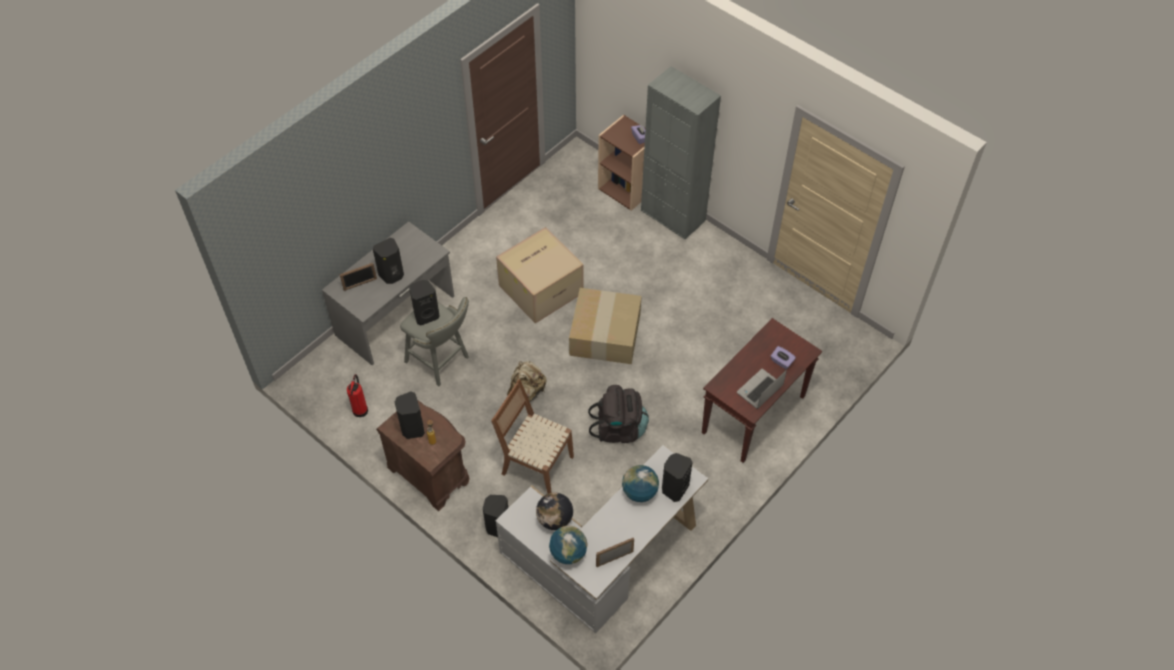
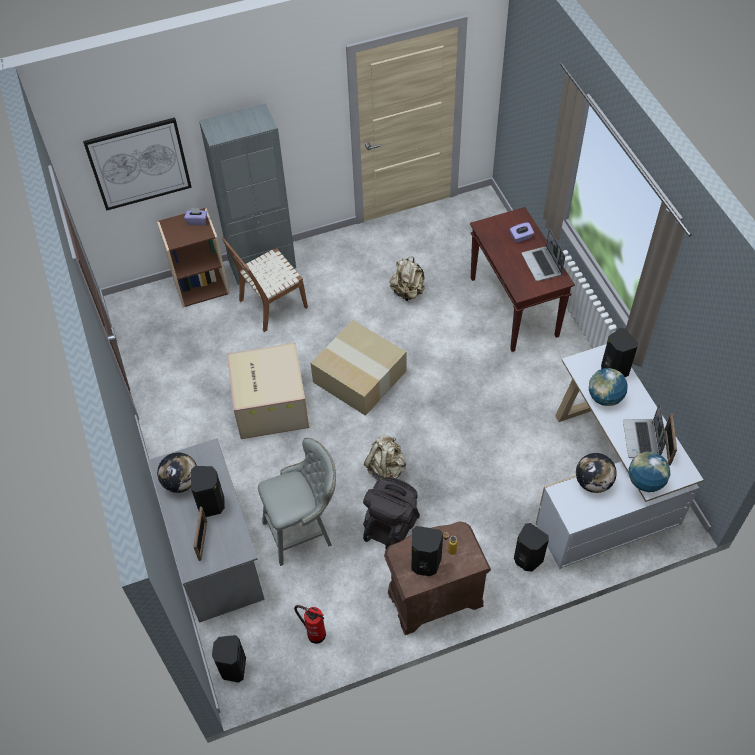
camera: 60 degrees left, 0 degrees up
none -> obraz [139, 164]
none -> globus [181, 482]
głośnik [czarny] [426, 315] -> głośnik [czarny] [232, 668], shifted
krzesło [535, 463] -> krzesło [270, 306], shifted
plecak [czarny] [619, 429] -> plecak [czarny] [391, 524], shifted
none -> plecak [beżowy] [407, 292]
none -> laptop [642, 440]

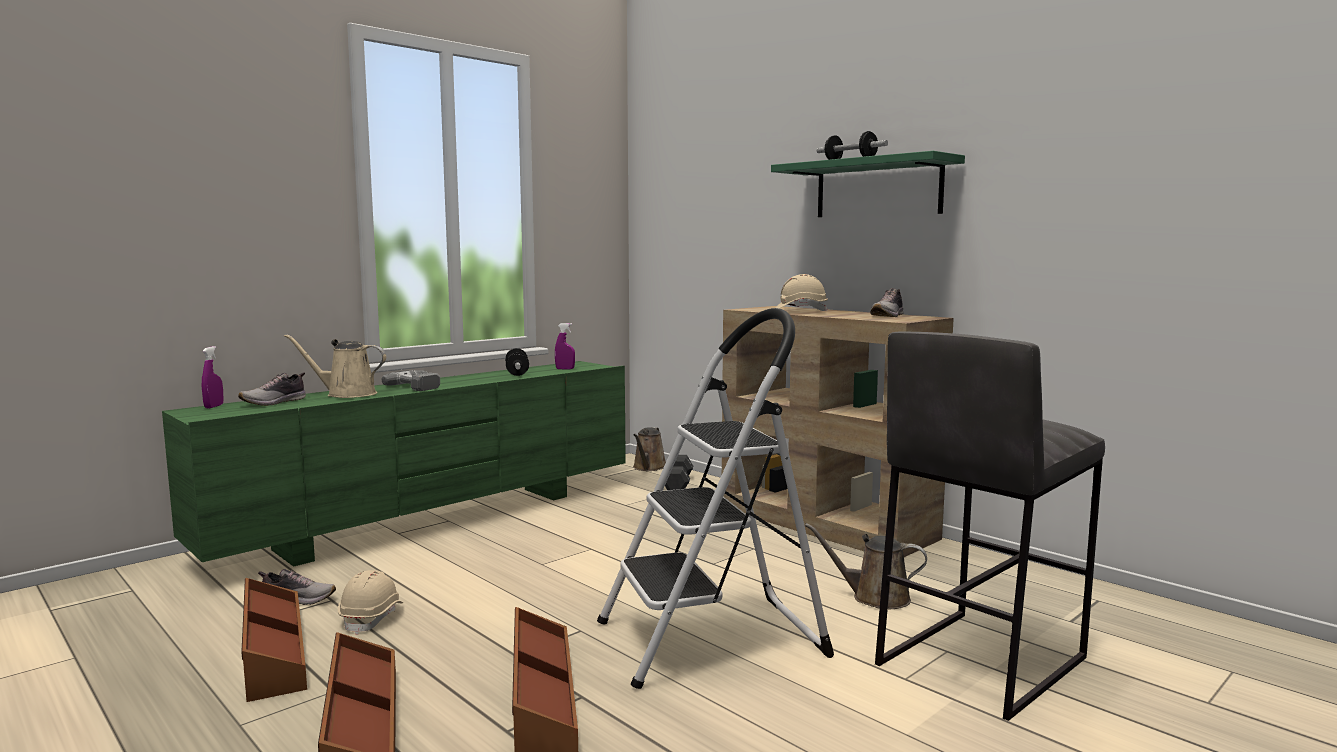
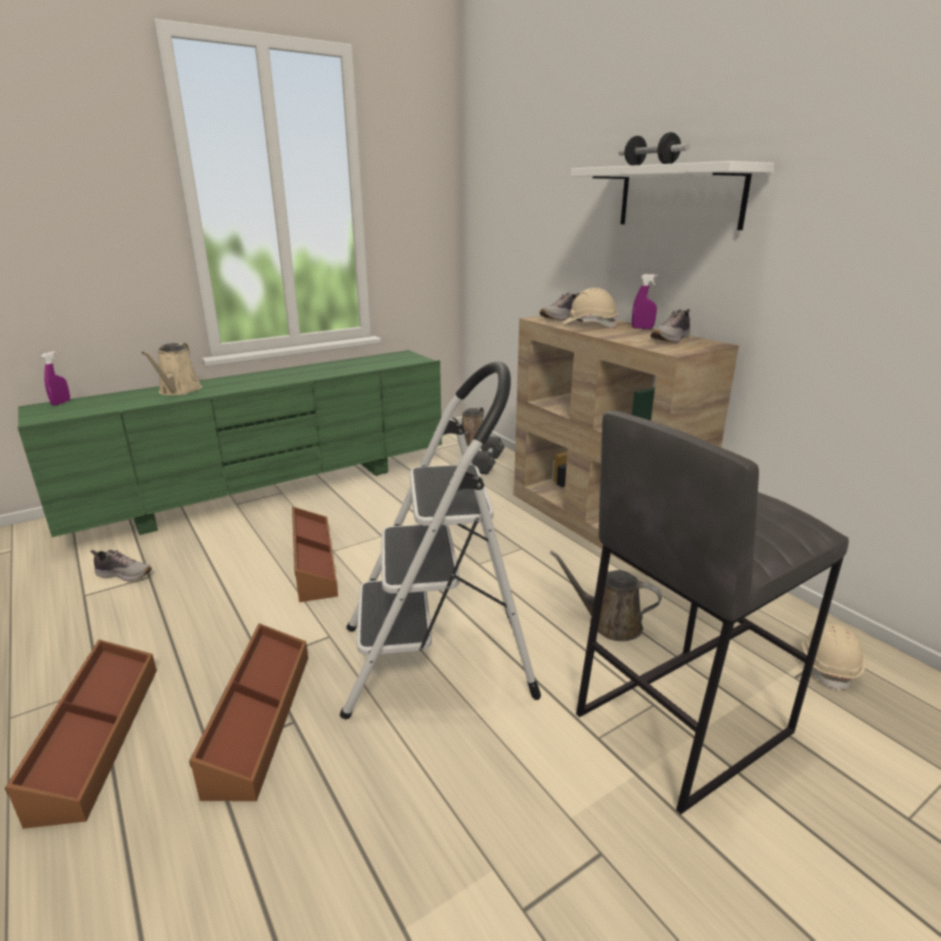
camera: 10 degrees right, 15 degrees up
konewka [beżowy] [346, 394] -> konewka [beżowy] [178, 391], 105 degrees counterclockwise
pojemnik do przechowywania [brązowy] [272, 652] -> pojemnik do przechowywania [brązowy] [313, 563], shifted
but [275, 402] -> but [561, 318], shifted
półka [zielony] [878, 189] -> półka [biały] [680, 197]
spryskiwacz [fioletowy] [565, 369] -> spryskiwacz [fioletowy] [642, 328], shifted
kask [beżowy] [372, 617] -> kask [beżowy] [828, 666], shifted
wiertarka [420, 386] -> none
hantel [517, 373] -> none

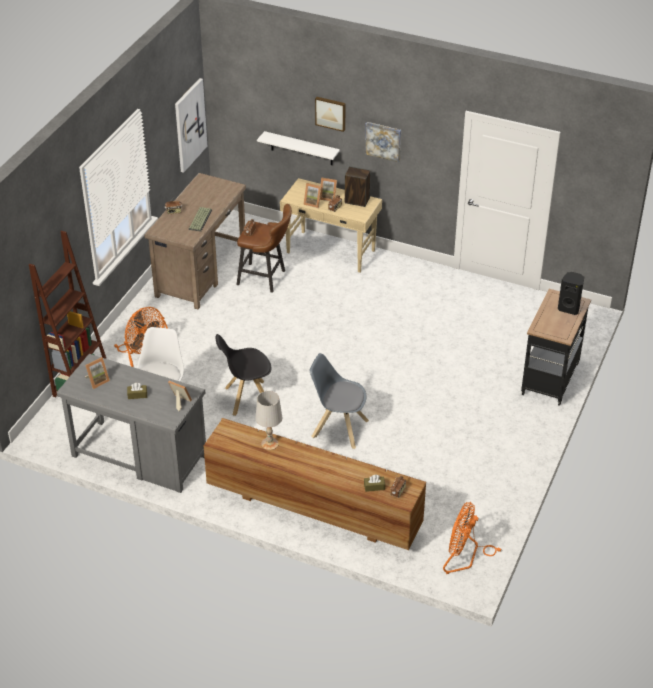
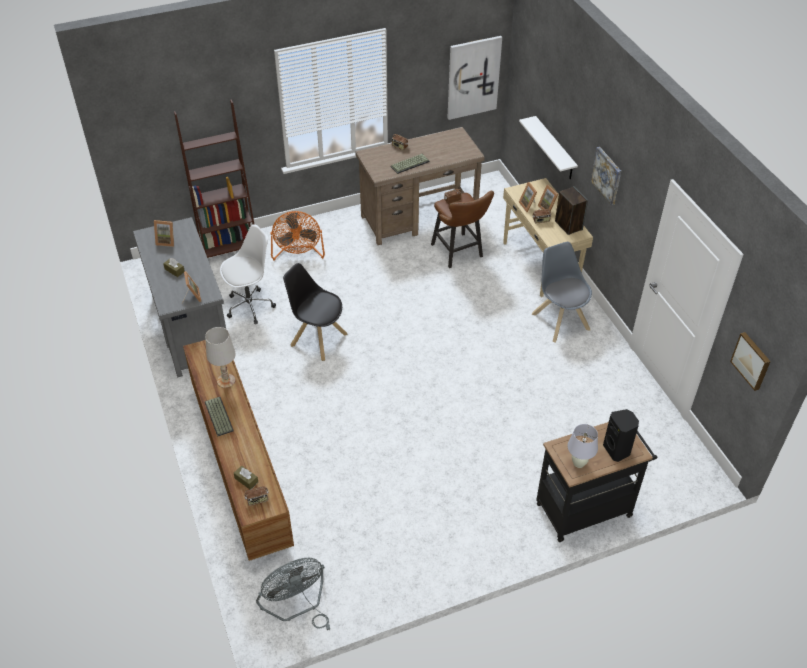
camera: 45 degrees right, 5 degrees up
none -> klawiatura [218, 416]
wentylator [pomarańczowy] [466, 552] -> wentylator [szary] [300, 605]
krzesło [szary] [338, 428] -> krzesło [szary] [559, 320], shifted
none -> lampa stołowa [biały] [579, 463]
obraz [331, 113] -> obraz [752, 360], shifted

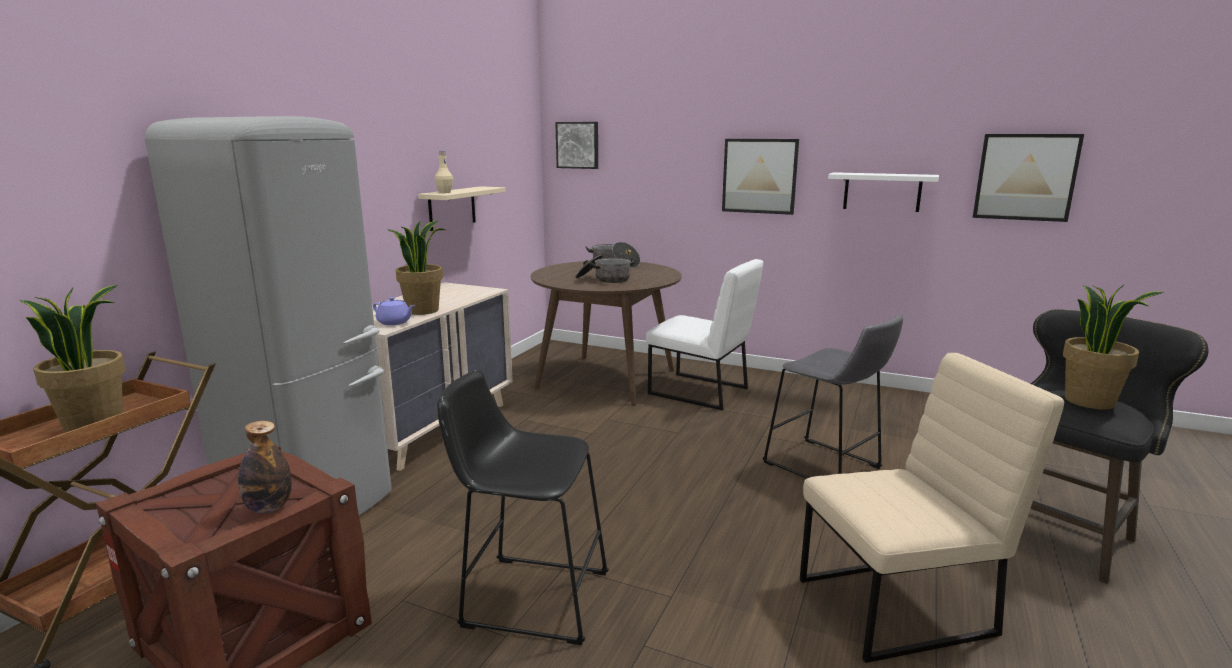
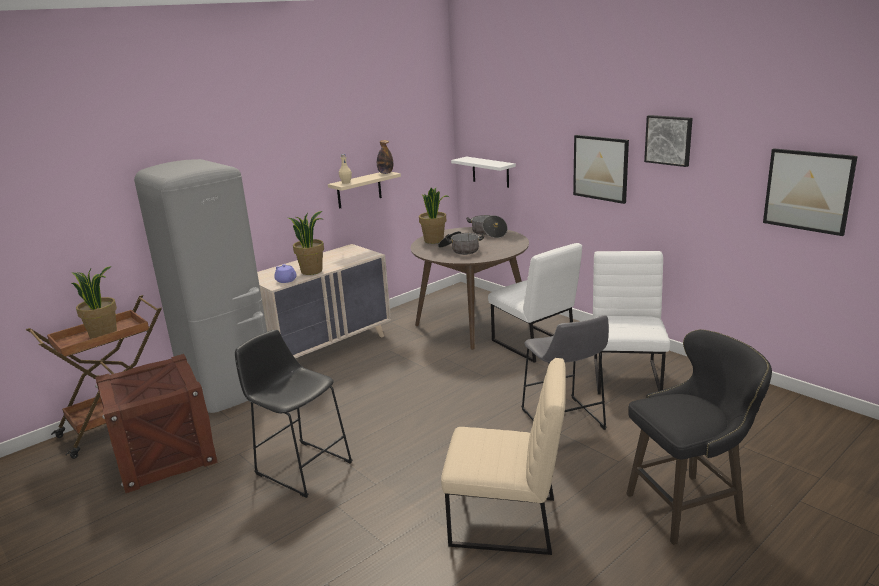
camera: 25 degrees right, 5 degrees up
butelka [269, 507] -> butelka [385, 173], shifted
roślina doniczkowa [1090, 401] -> roślina doniczkowa [434, 240], shifted
półka [biały] [882, 192] -> półka [biały] [490, 172], shifted
none -> krzesło [biały] [626, 375]
obraz [578, 145] -> obraz [669, 140], shifted

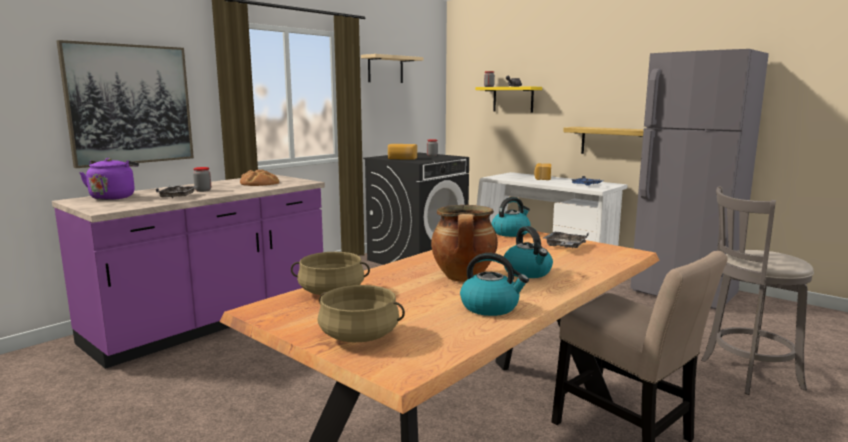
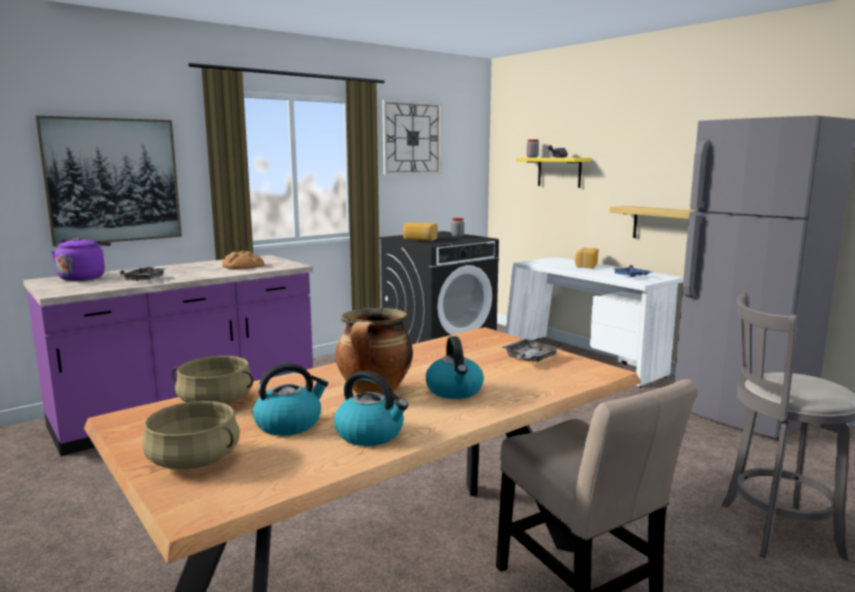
camera: 10 degrees right, 0 degrees up
czajnik [511, 233] -> czajnik [289, 424], shifted
półka [beżowy] [385, 69] -> zegar ścienny [412, 138]
słoik [203, 190] -> none

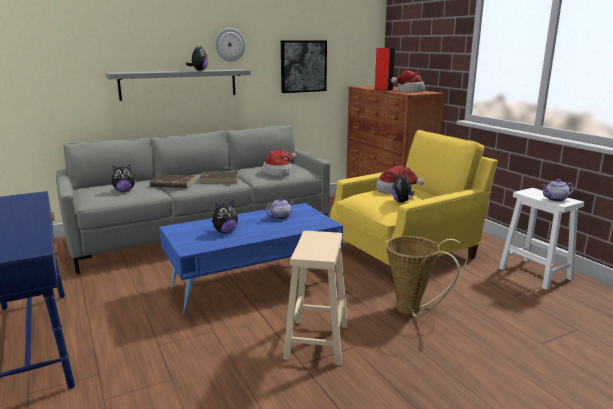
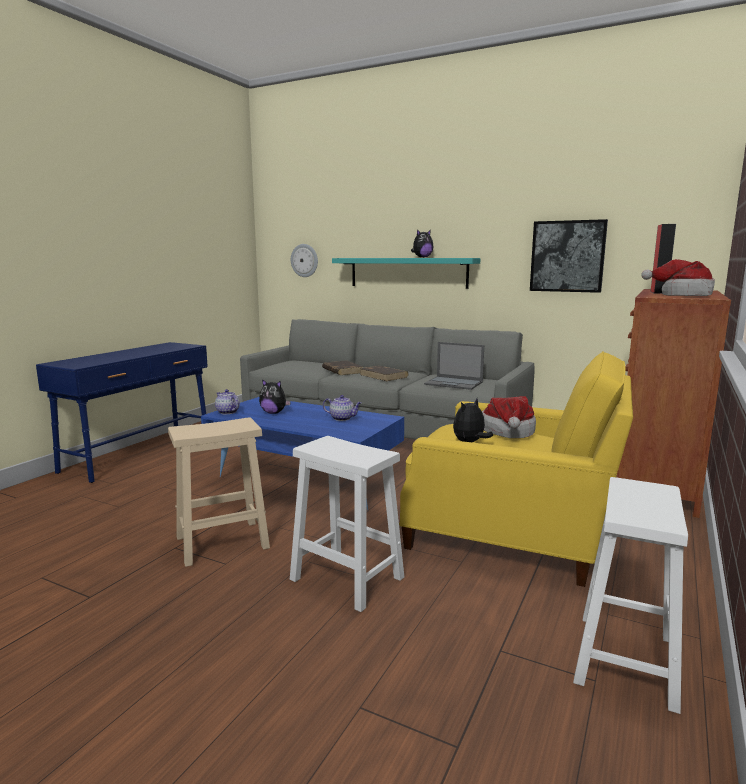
camera: 55 degrees right, 5 degrees down
imbryk [555, 199] -> imbryk [227, 412], shifted
koszyk [414, 311] -> stołek [biały] [345, 578]
zegar ścienny [230, 44] -> zegar ścienny [304, 260], shifted
półka [szary] [179, 84] -> półka [turkusowy] [408, 272]
kapelusz [279, 172] -> laptop [454, 383]
pluszak [124, 191] -> none

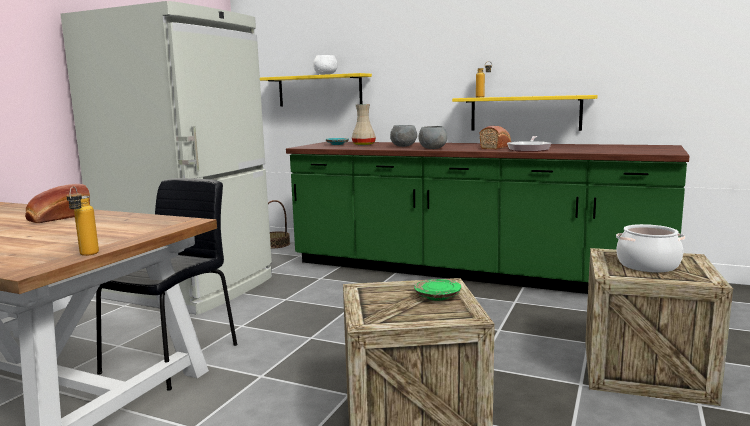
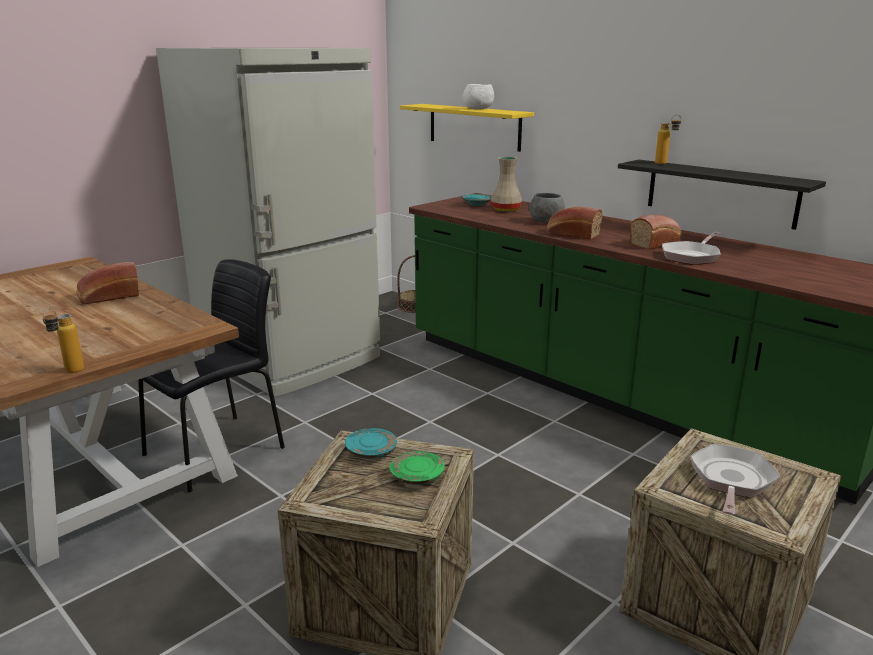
camera: 20 degrees right, 10 degrees up
none -> talerz [turkusowy] [371, 451]
miska [szary] [432, 148] -> chleb [571, 234]
półka [żółty] [525, 113] -> półka [czarny] [720, 193]
garnek [647, 265] -> patelnia [731, 481]

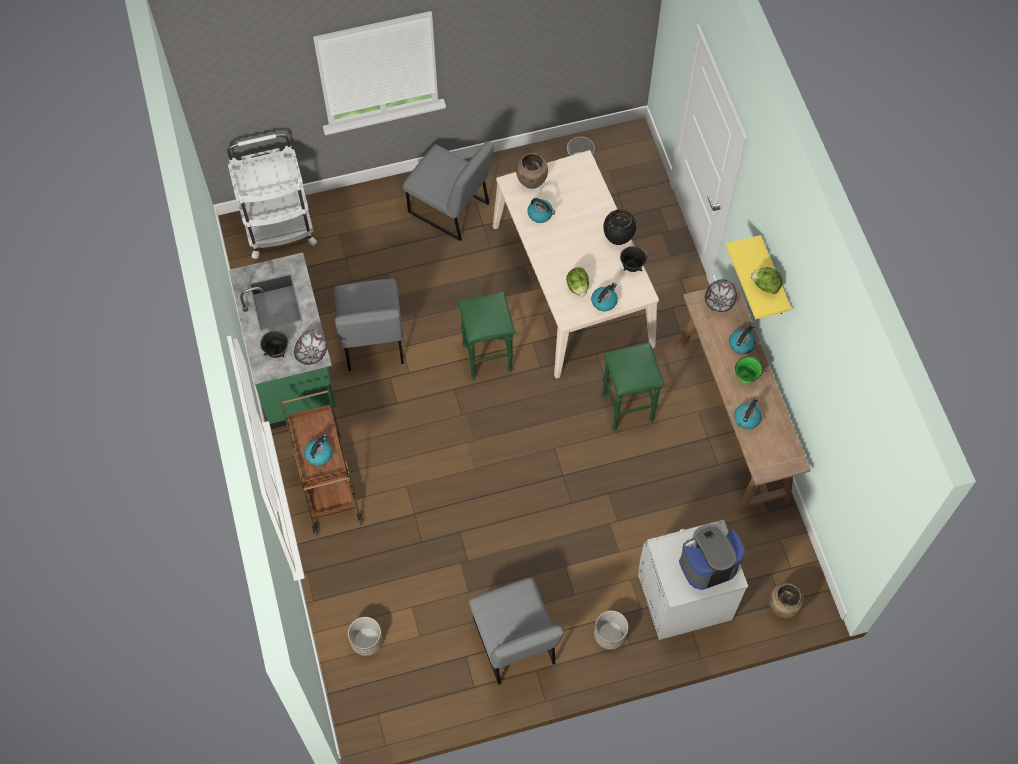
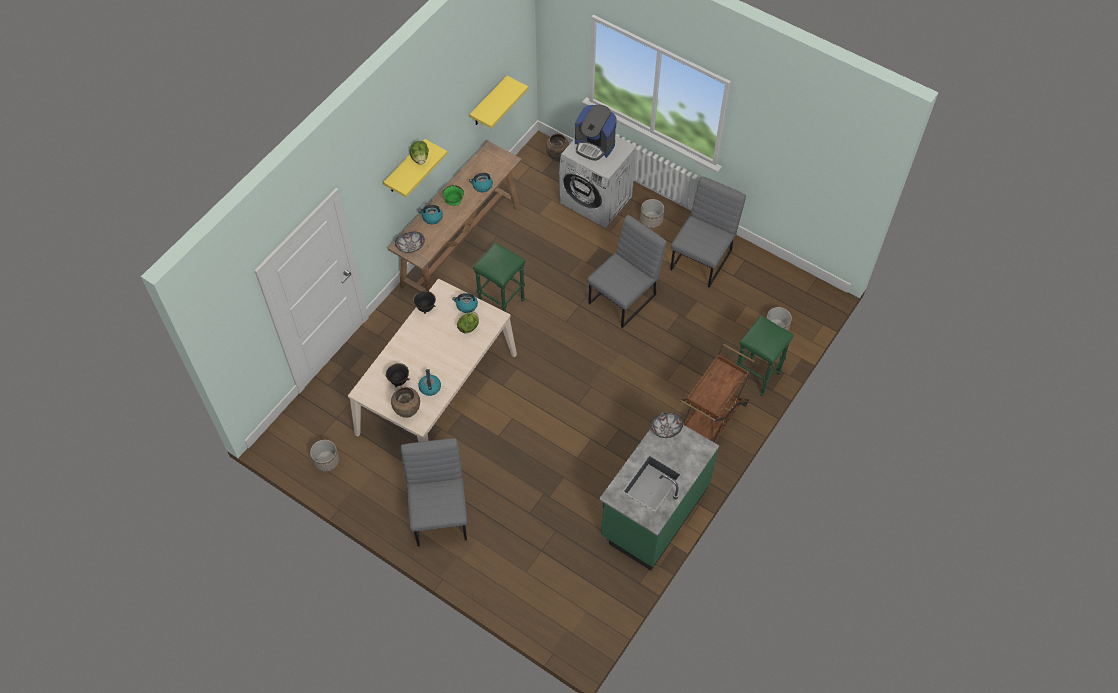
camera: 130 degrees left, 5 degrees down
miska [czarny] [276, 352] -> miska [czarny] [399, 381], shifted
none -> półka [żółty] [488, 102]
krzesło [szary] [372, 341] -> krzesło [szary] [624, 298], shifted
stołek [zielony] [486, 357] -> stołek [zielony] [757, 376], shifted
wózek [biały] [279, 229] -> none
czajnik [319, 454] -> none
wazon [czarny] [618, 238] -> none

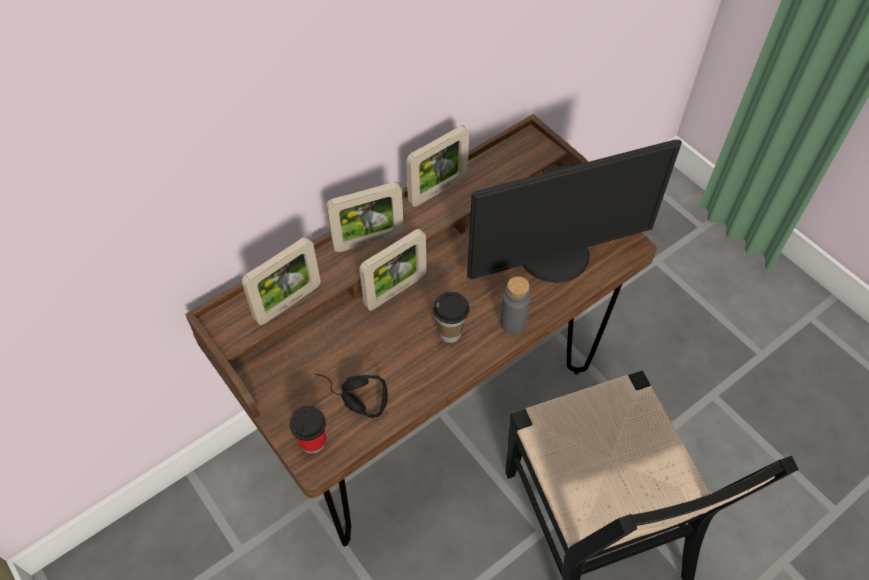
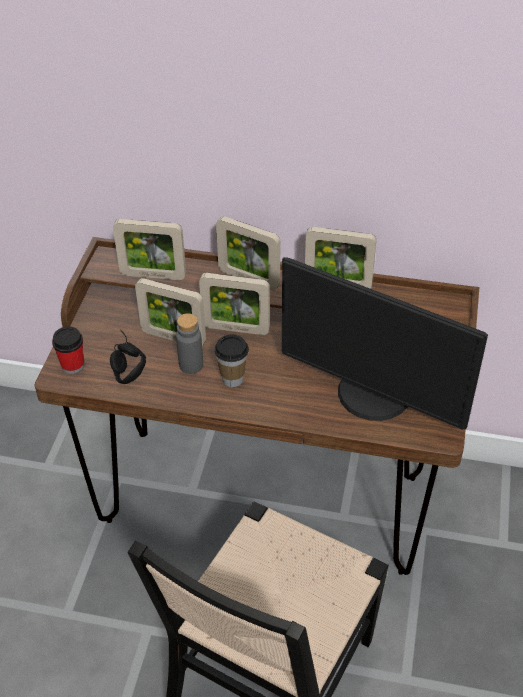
camera: 50 degrees right, 10 degrees down
none -> ramka na zdjęcie [173, 337]
butelka [szary] [513, 322] -> butelka [szary] [191, 365], shifted

